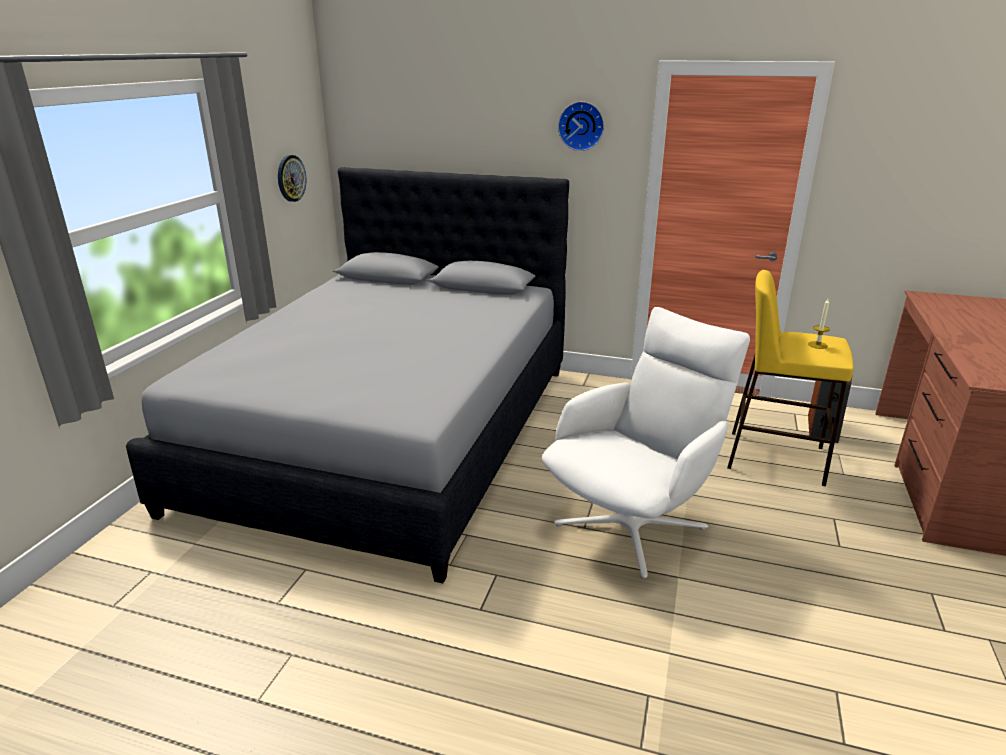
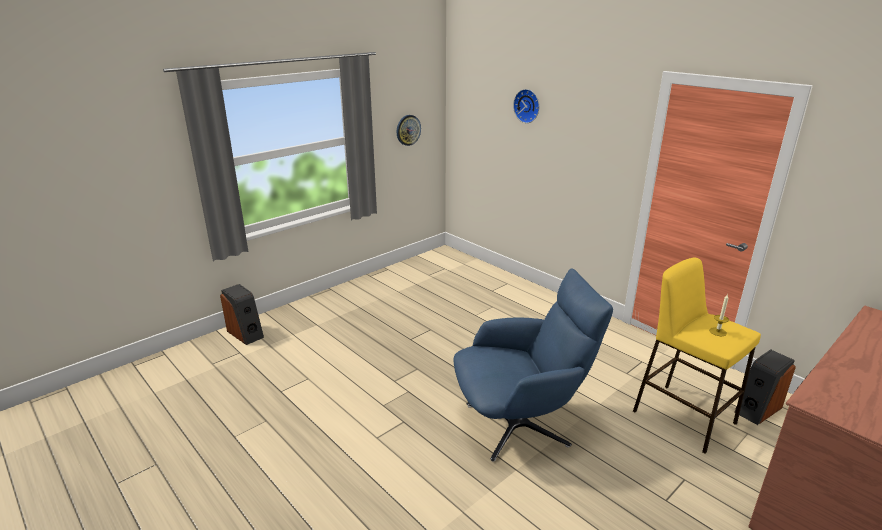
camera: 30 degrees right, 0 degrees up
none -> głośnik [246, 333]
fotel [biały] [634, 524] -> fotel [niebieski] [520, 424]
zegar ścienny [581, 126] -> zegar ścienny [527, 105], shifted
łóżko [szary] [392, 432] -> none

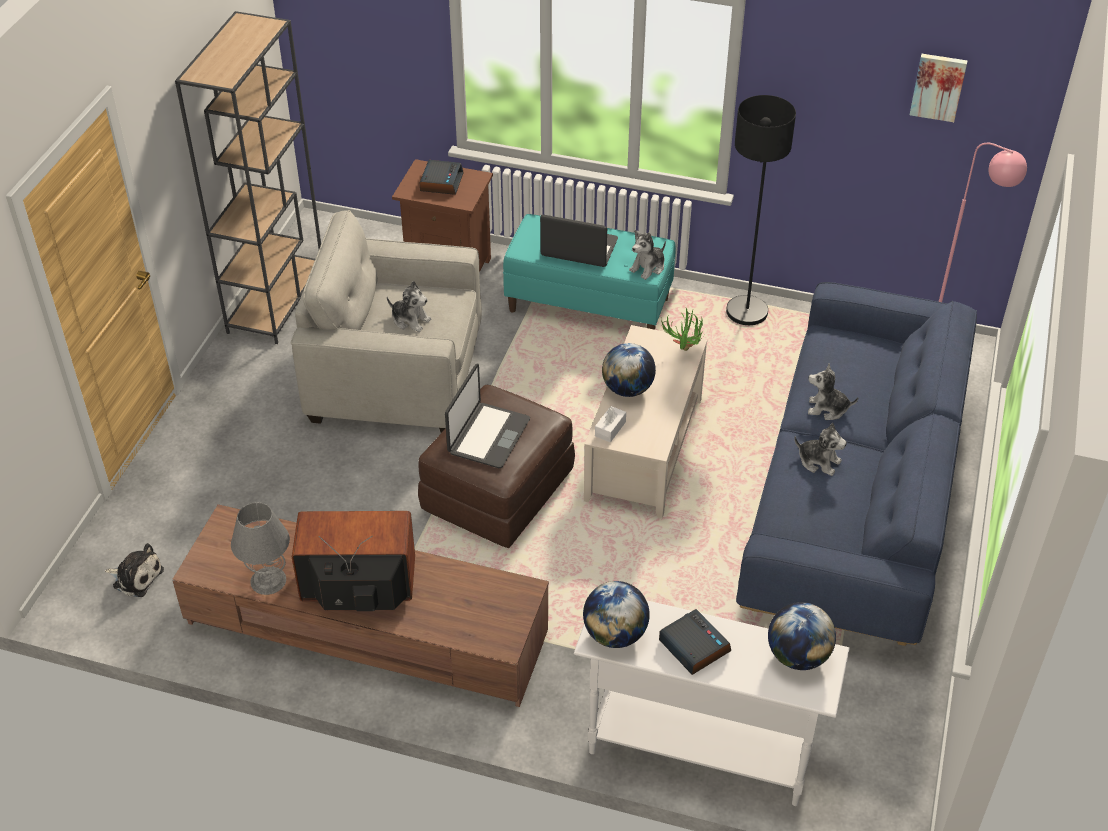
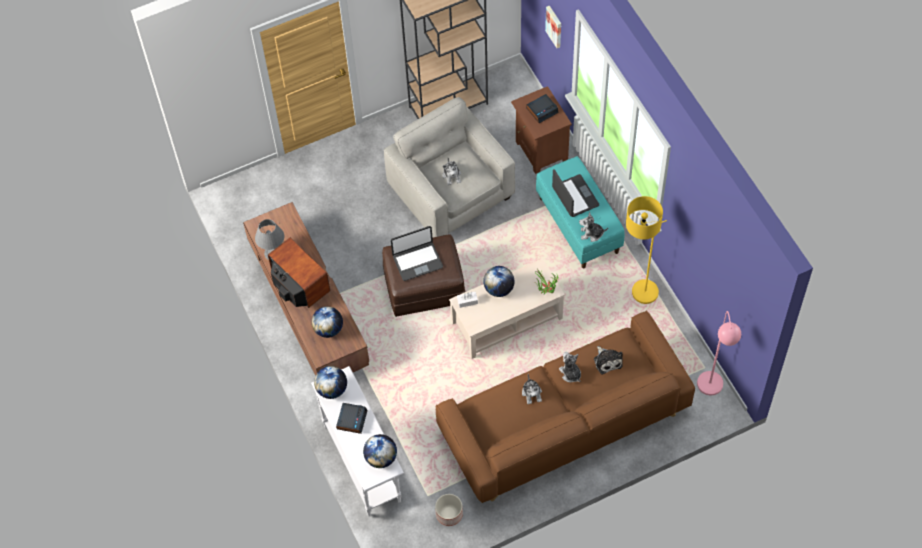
camera: 50 degrees right, 15 degrees up
none -> globus [328, 329]
none -> donica [449, 514]
kanapa [niebieski] [854, 495] -> kanapa [brązowy] [564, 422]
obraz [938, 86] -> obraz [554, 26], shifted
pluszak [136, 577] -> pluszak [607, 361], shifted
lampa stojąca [czarny] [743, 320] -> lampa stojąca [żółty] [637, 295]

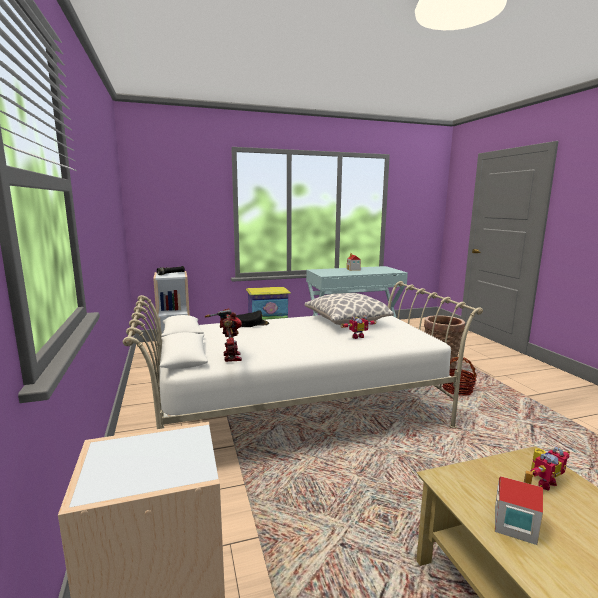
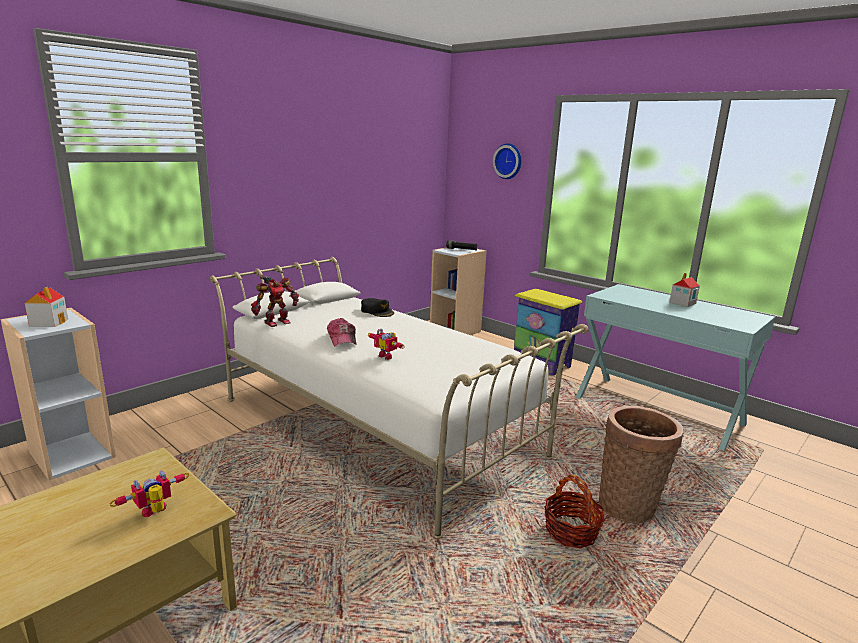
camera: 60 degrees right, 5 degrees up
domek [514, 525] -> domek [49, 322], shifted
robot zabawkowy [542, 482] -> robot zabawkowy [155, 513], 105 degrees clockwise
none -> czapka z daszkiem [342, 339]
none -> zegar ścienny [509, 161]
poduszka [346, 322] -> none

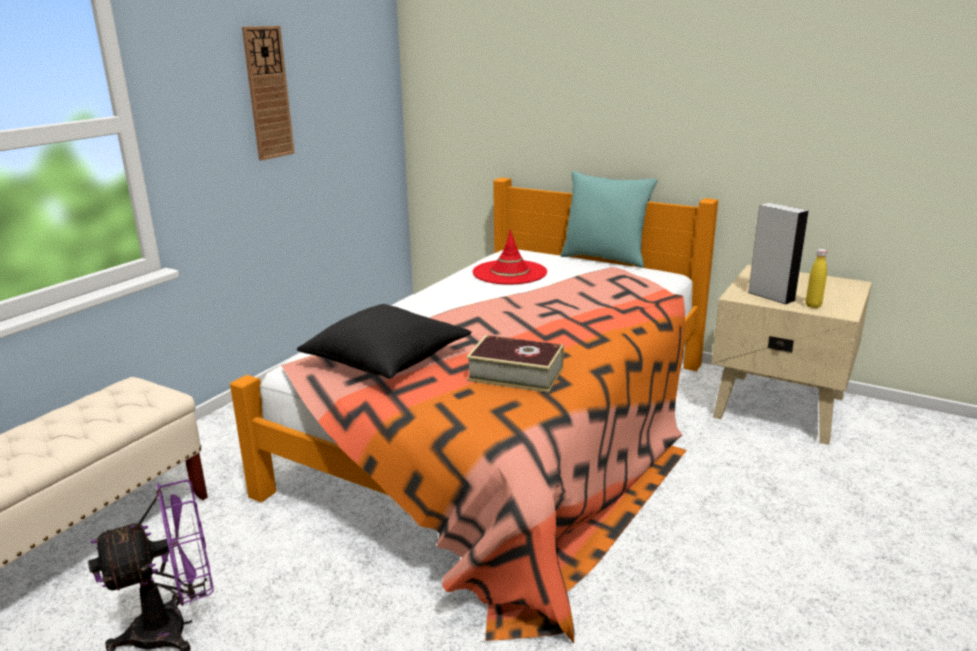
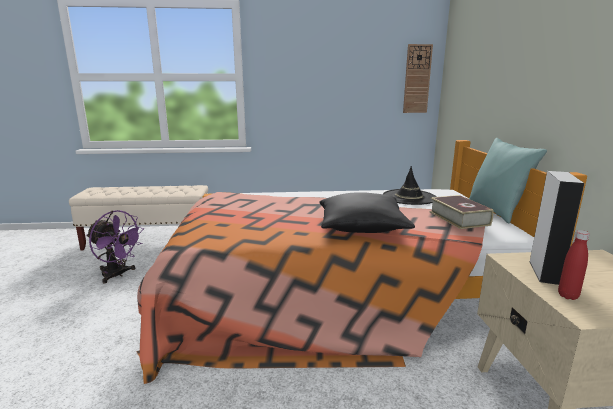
camera: 55 degrees right, 5 degrees down
poduszka [czarny] [387, 360] -> poduszka [czarny] [361, 227], shifted
kapelusz [czerwony] [509, 273] -> kapelusz [czarny] [409, 197]
zegar ścienny [268, 93] -> zegar ścienny [417, 79], shifted
książka [515, 374] -> książka [459, 218], shifted
butelka [żółty] [813, 306] -> butelka [czerwony] [568, 296]

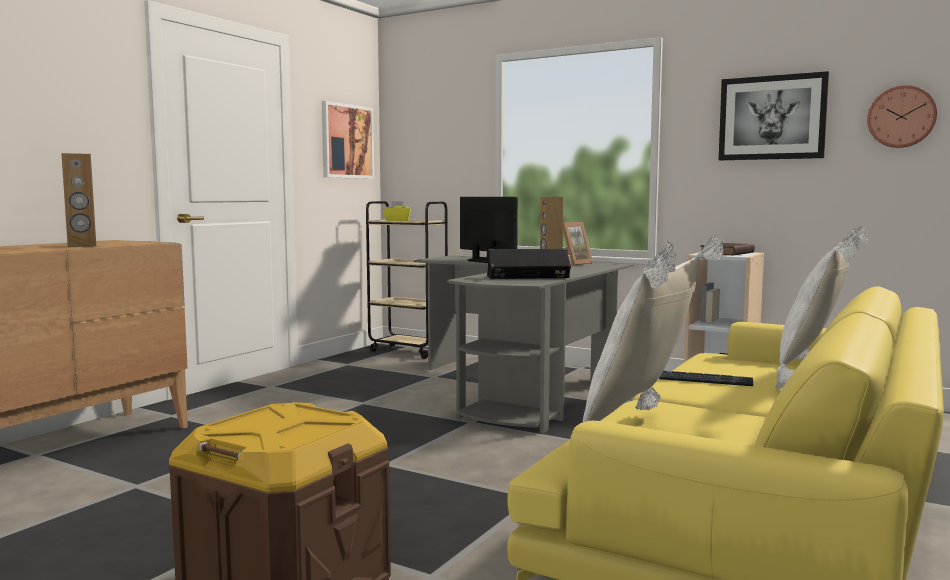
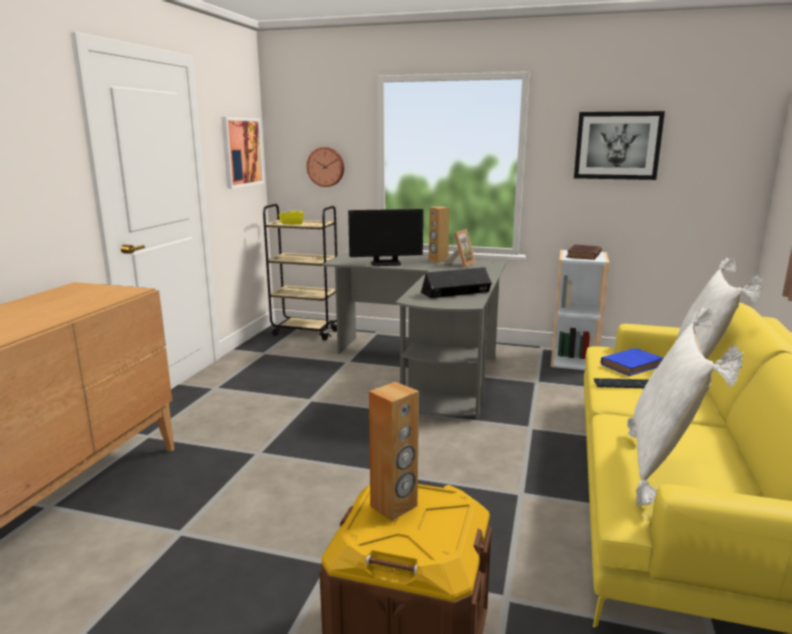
camera: 15 degrees left, 10 degrees up
zegar ścienny [901, 117] -> zegar ścienny [326, 167], shifted
monitor [485, 261] -> monitor [386, 263], 135 degrees clockwise
głośnik [brązowy] [81, 246] -> głośnik [brązowy] [394, 506], shifted
none -> książka [niebieski] [632, 365]

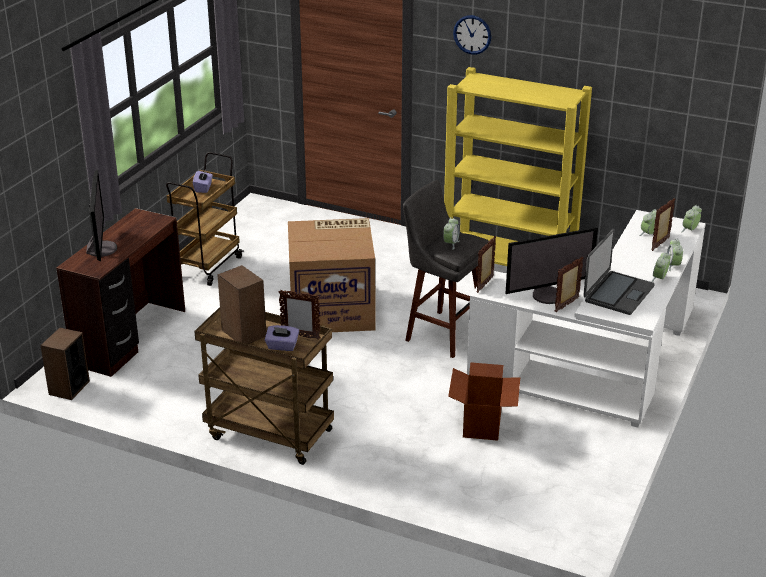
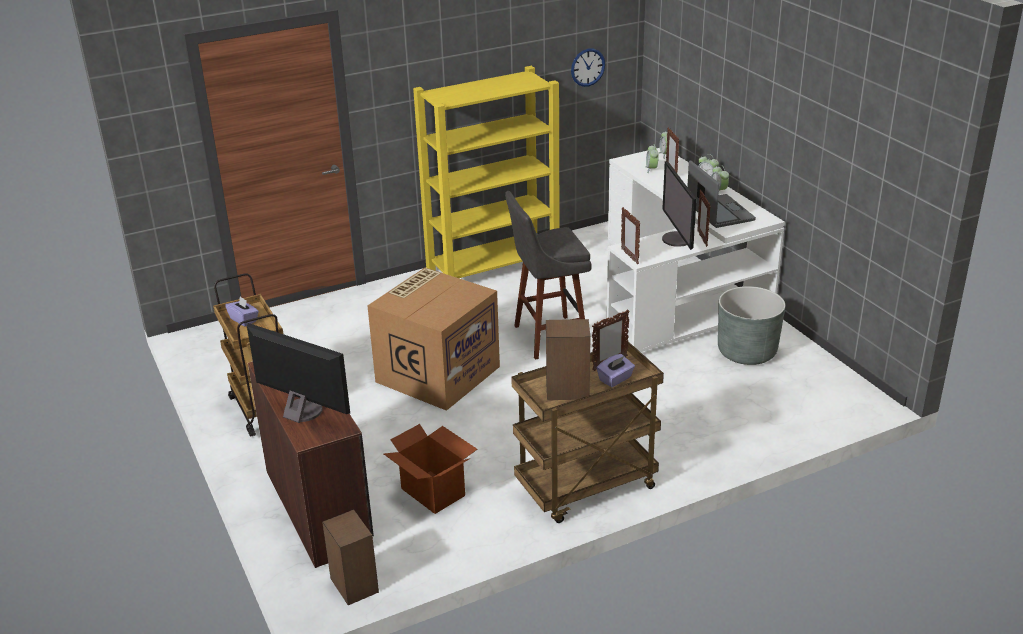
camera: 50 degrees left, 0 degrees up
karton [483, 424] -> karton [433, 491], shifted
zegar ścienny [472, 34] -> zegar ścienny [587, 67], shifted
monitor [548, 295] -> monitor [678, 239], 150 degrees clockwise
none -> donica [szary] [747, 352]
budzik [451, 244] -> none

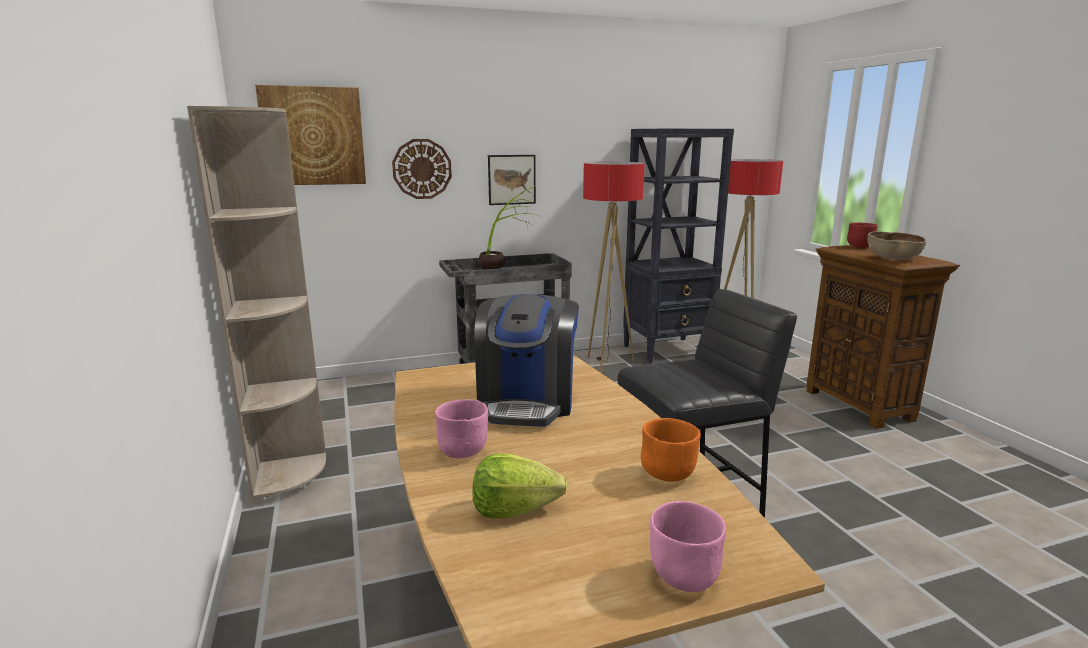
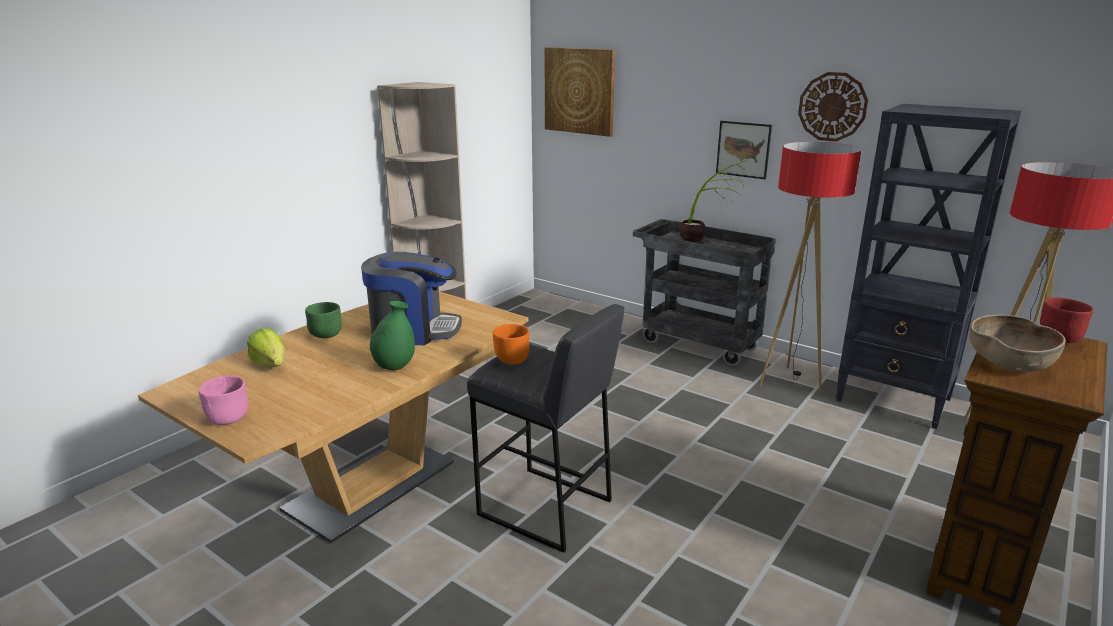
camera: 55 degrees right, 5 degrees up
miska [różowy] [464, 452] -> miska [zielony] [326, 336]
ekspres do kawy [527, 402] -> ekspres do kawy [414, 330], 150 degrees counterclockwise
none -> wazon [zielony] [394, 366]
miska [pomarańczowy] [668, 475] -> miska [pomarańczowy] [511, 361], shifted
zegar ścienny [422, 169] -> zegar ścienny [832, 107], shifted

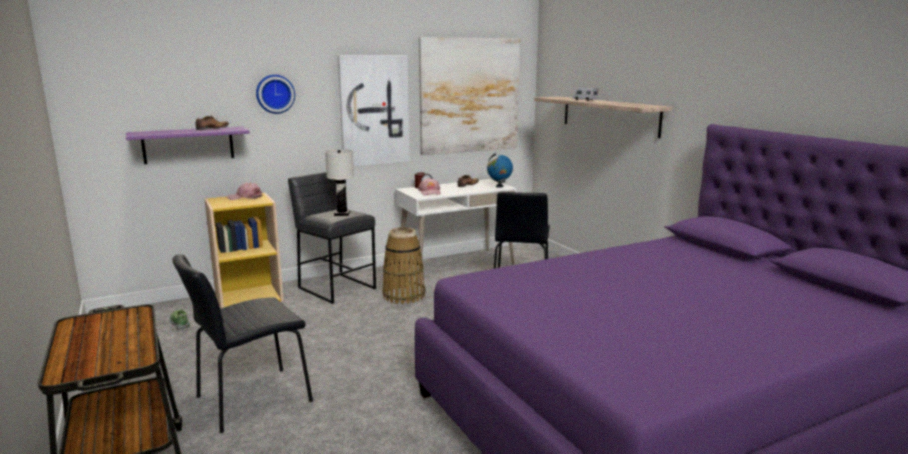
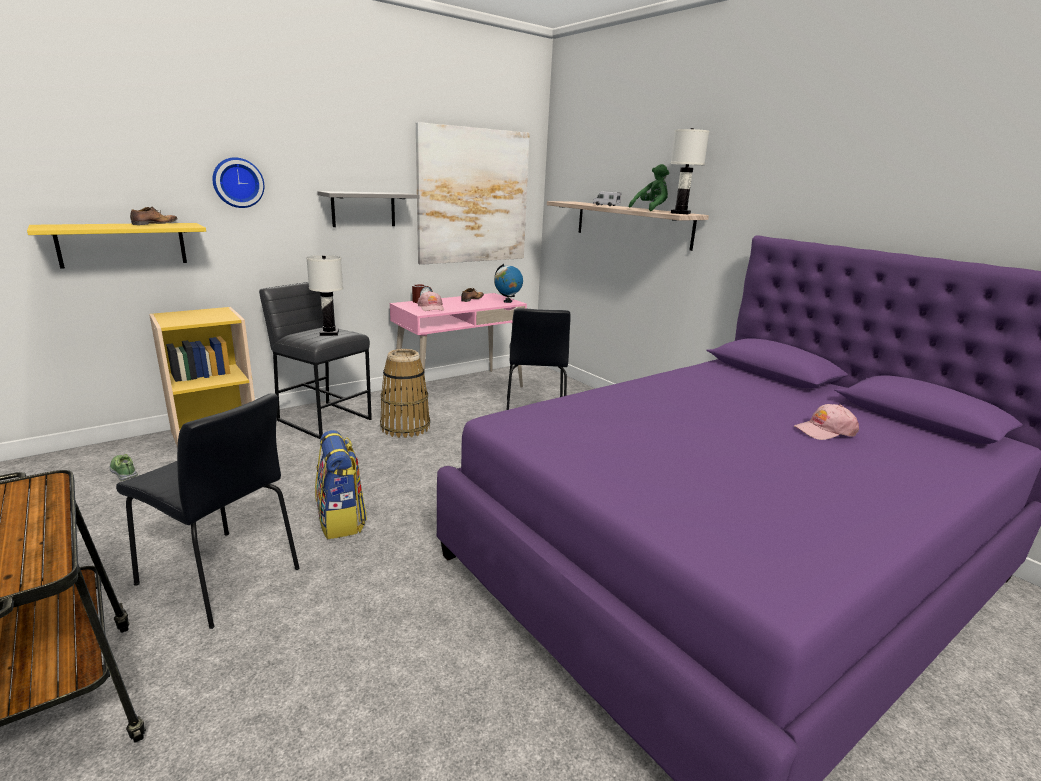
camera: 10 degrees left, 5 degrees up
półka [fioletowy] [188, 145] -> półka [żółty] [122, 244]
krzesło [czarny] [249, 400] -> krzesło [czarny] [223, 578], 105 degrees counterclockwise
none -> plecak [342, 521]
obraz [374, 110] -> półka [szary] [363, 209]
biurko [biały] [455, 264] -> biurko [różowy] [458, 388]
none -> pluszak [zielony] [651, 210]
none -> lampa stołowa [biały] [680, 213]
czapka z daszkiem [różowy] [245, 197] -> czapka z daszkiem [różowy] [825, 431], shifted

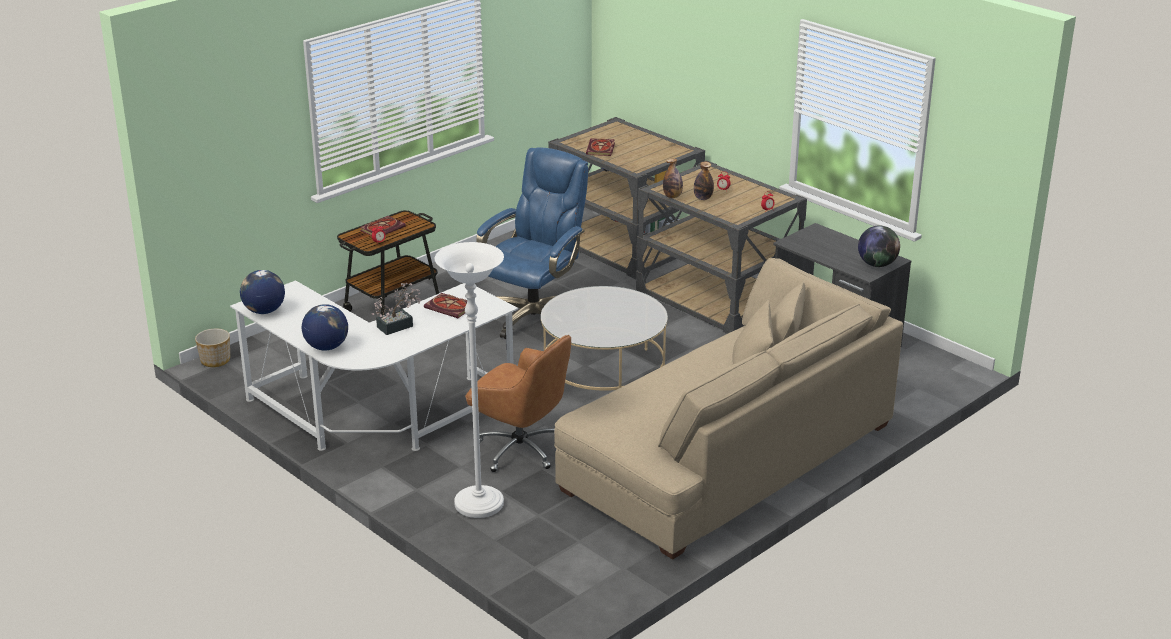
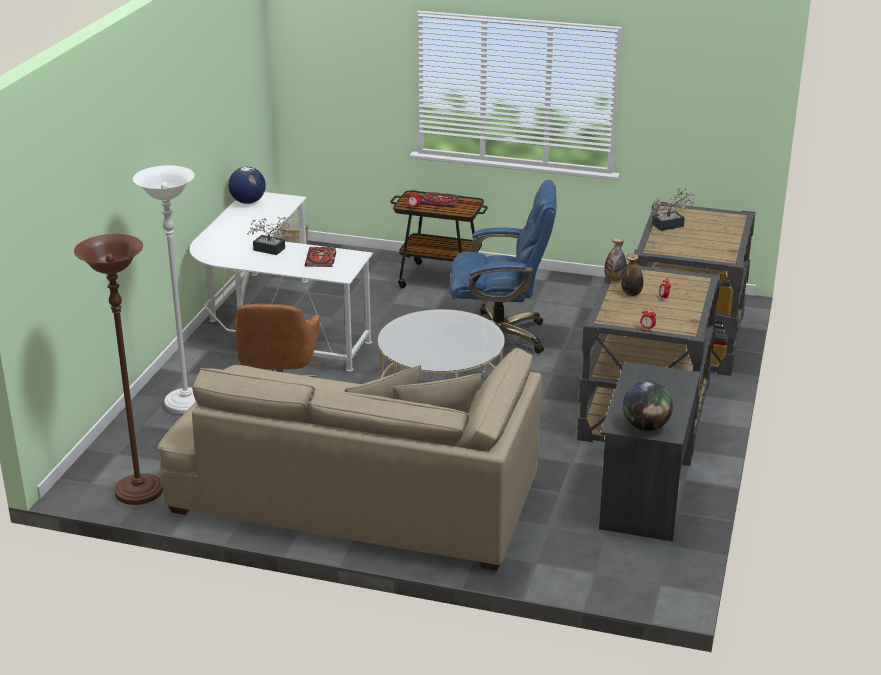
camera: 60 degrees right, 0 degrees up
none -> lampa stojąca [brązowy] [139, 492]
książka [601, 149] -> roślina doniczkowa [671, 225]
globus [326, 347] -> none

